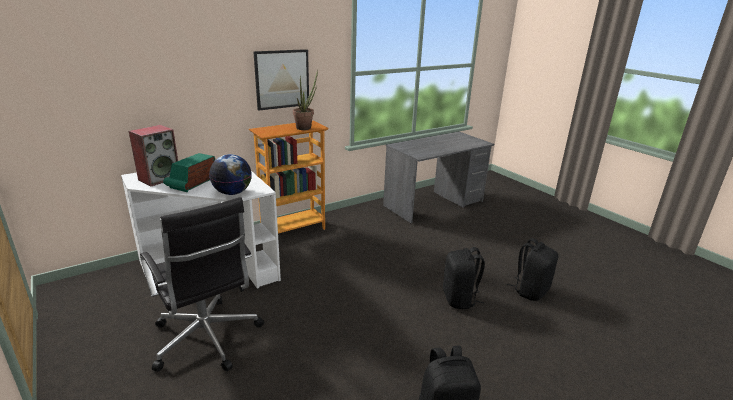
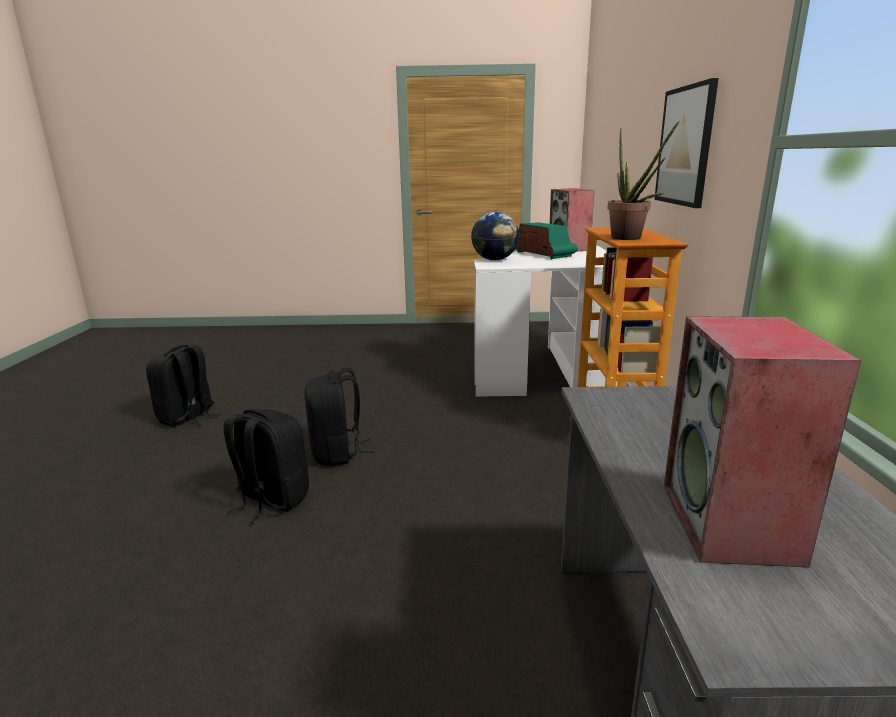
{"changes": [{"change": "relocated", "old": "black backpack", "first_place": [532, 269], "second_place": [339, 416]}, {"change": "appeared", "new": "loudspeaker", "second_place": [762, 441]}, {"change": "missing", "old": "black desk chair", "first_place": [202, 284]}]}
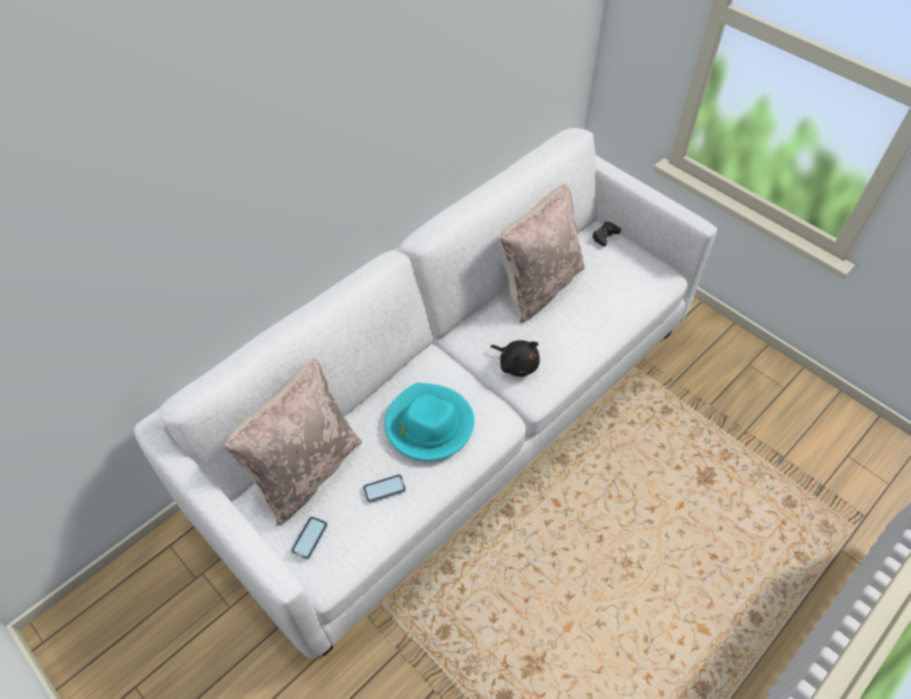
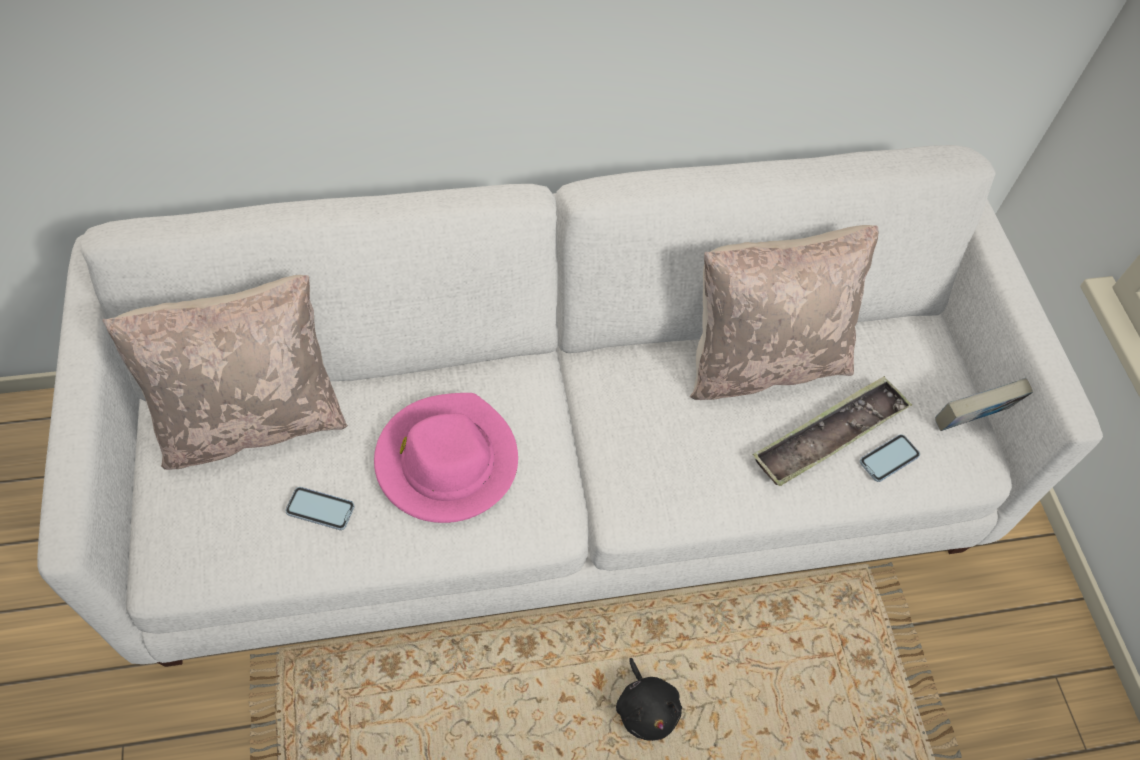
{"changes": [{"change": "colour", "old": "blue-green wearable hat", "new": "pinkish wearable hat", "first_place": [429, 422], "second_place": [446, 458]}, {"change": "relocated", "old": "black plush toy", "first_place": [515, 358], "second_place": [649, 699]}, {"change": "appeared", "new": "carrying tray", "second_place": [832, 431]}, {"change": "relocated", "old": "telephone", "first_place": [309, 538], "second_place": [890, 458]}, {"change": "appeared", "new": "volume", "second_place": [984, 404]}, {"change": "missing", "old": "black joypad", "first_place": [606, 234]}]}
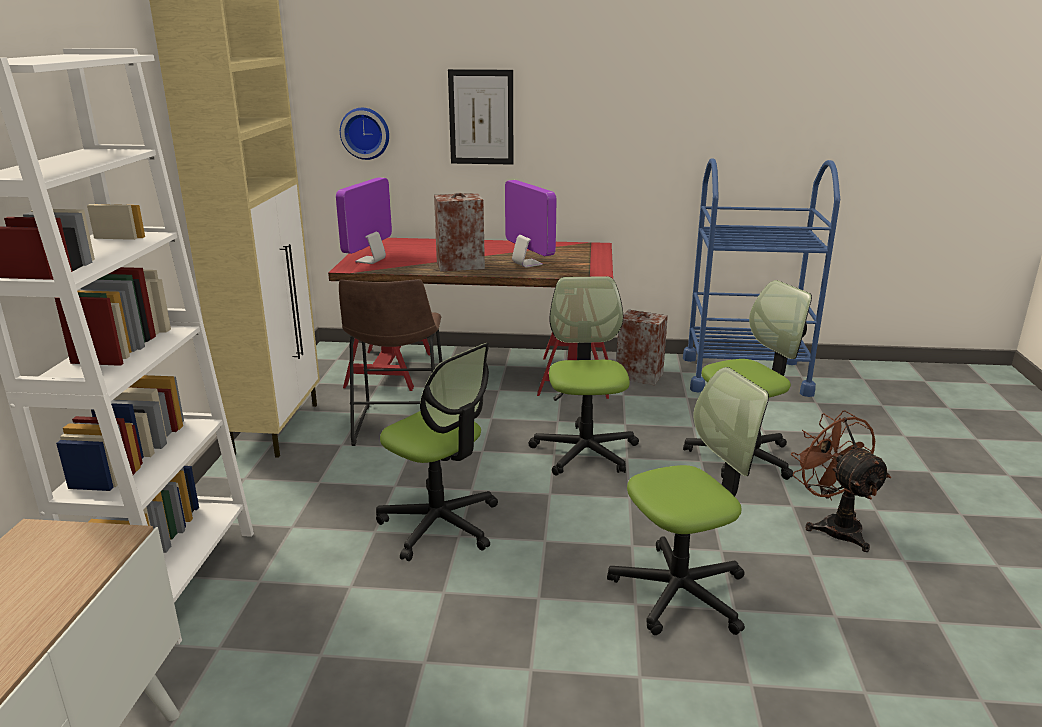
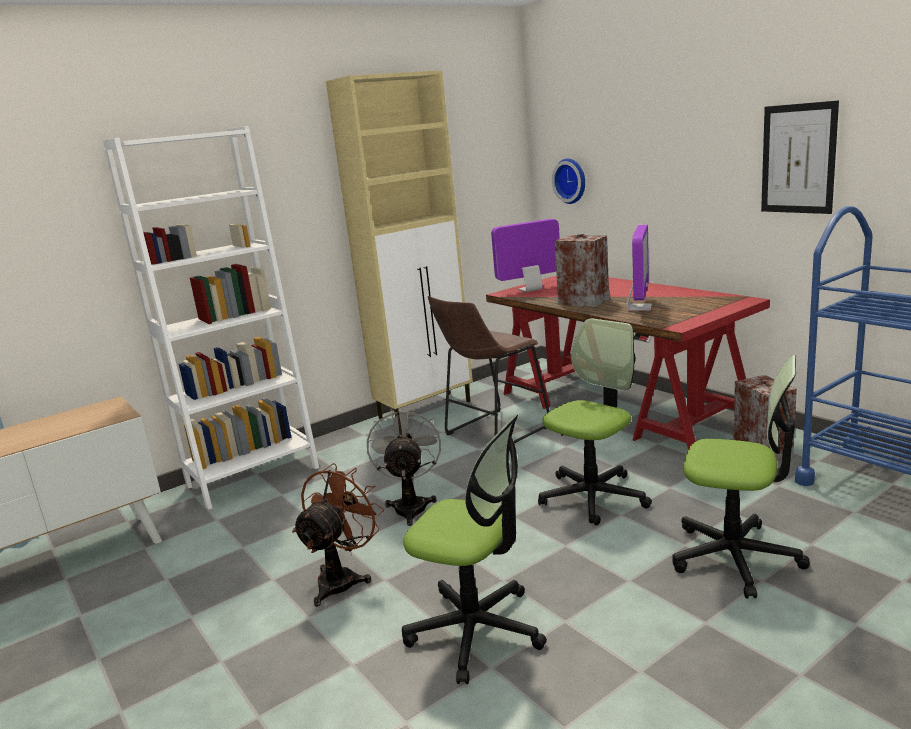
{"changes": [{"change": "relocated", "old": "brownish electric fan", "first_place": [841, 481], "second_place": [338, 534]}, {"change": "exchanged", "old": "desk chair", "new": "grey electric fan", "first_place": [437, 452], "second_place": [404, 466]}, {"change": "relocated", "old": "wall picture", "first_place": [480, 117], "second_place": [800, 157]}]}
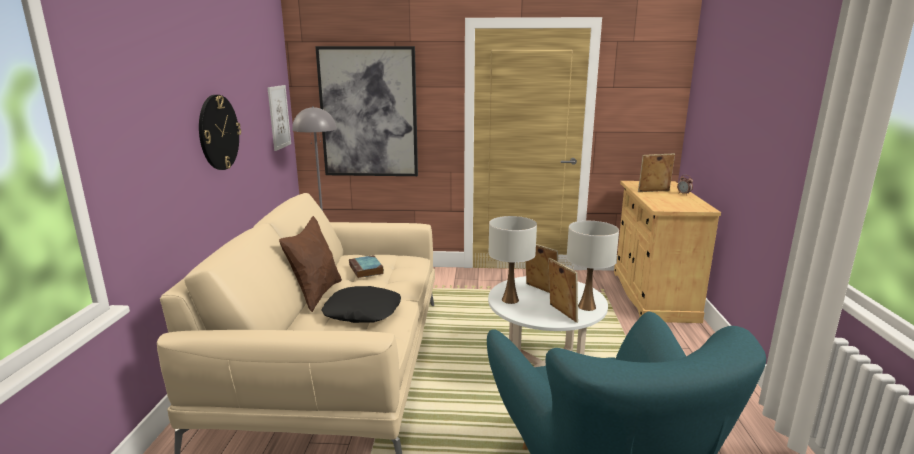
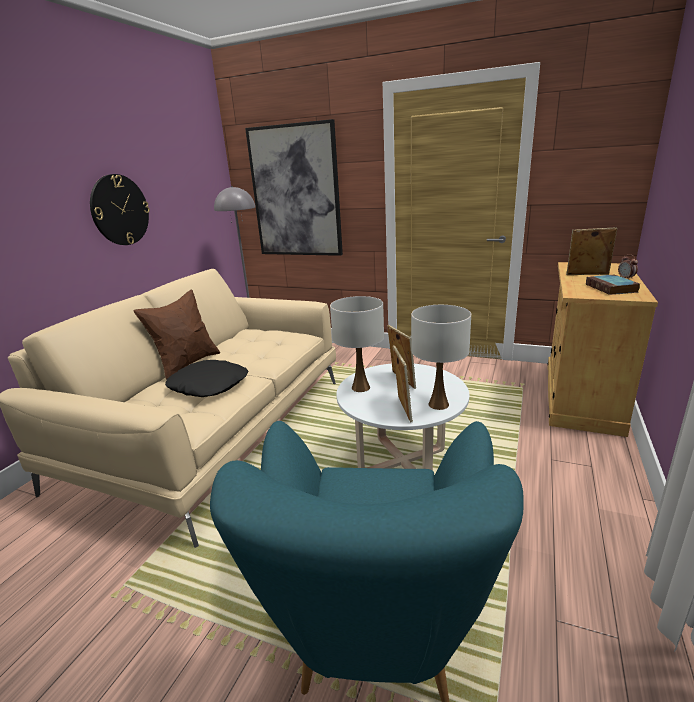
{"changes": [{"change": "relocated", "old": "volume", "first_place": [366, 266], "second_place": [613, 285]}, {"change": "missing", "old": "wall picture", "first_place": [279, 118]}]}
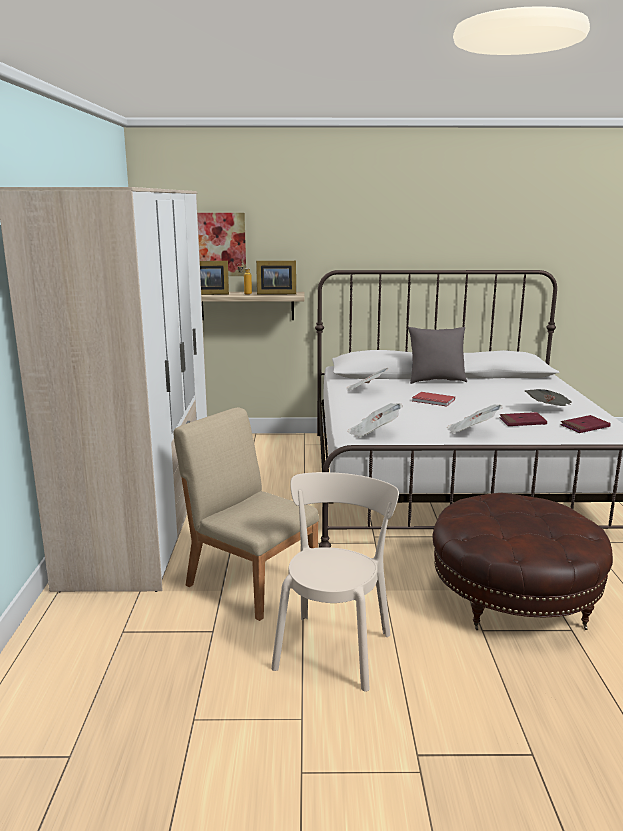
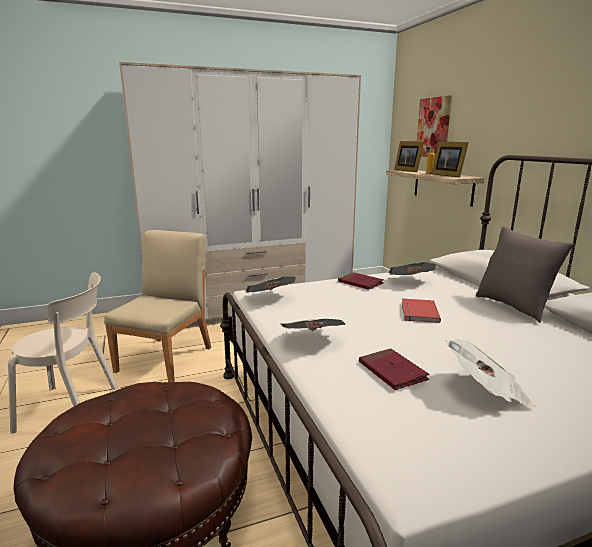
{"changes": [{"change": "relocated", "old": "red volume", "first_place": [585, 424], "second_place": [361, 281]}]}
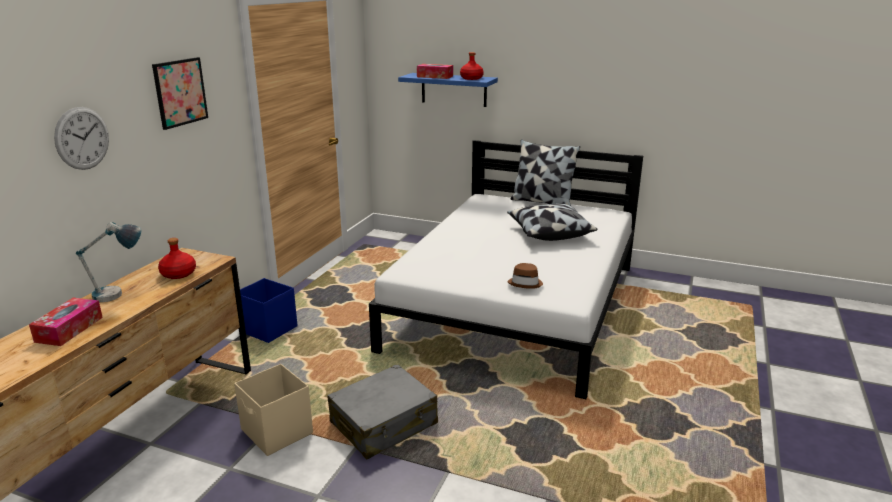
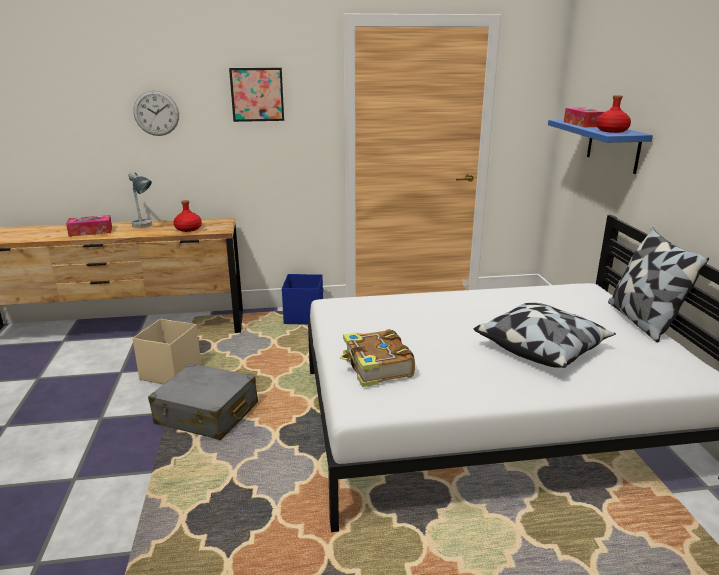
{"changes": [{"change": "exchanged", "old": "brownish wearable hat", "new": "volume", "first_place": [525, 276], "second_place": [377, 358]}]}
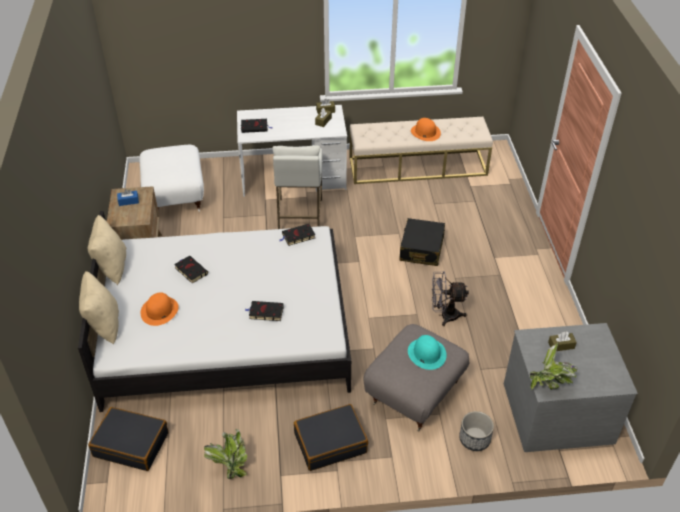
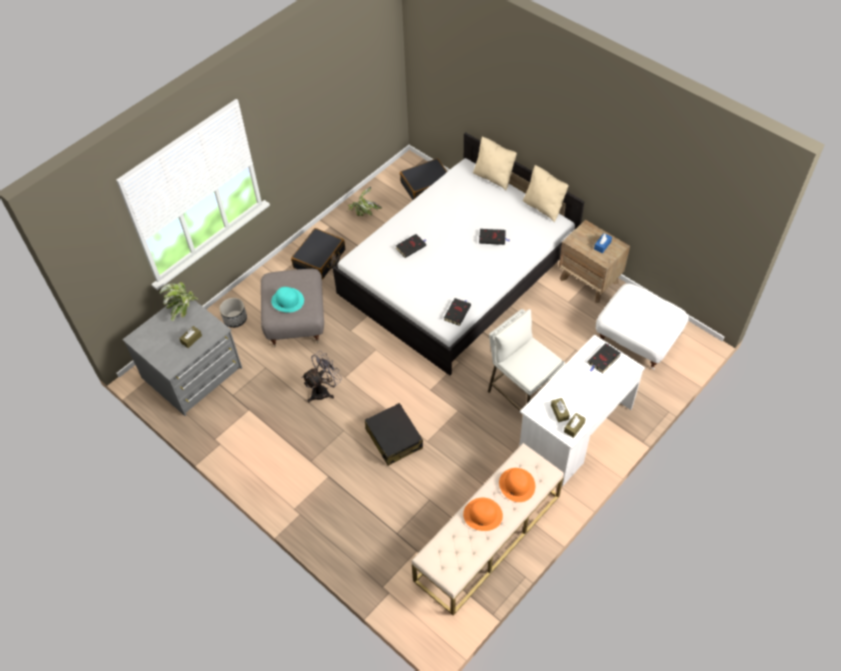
{"changes": [{"change": "relocated", "old": "orange-coloured wearable hat", "first_place": [160, 309], "second_place": [517, 485]}]}
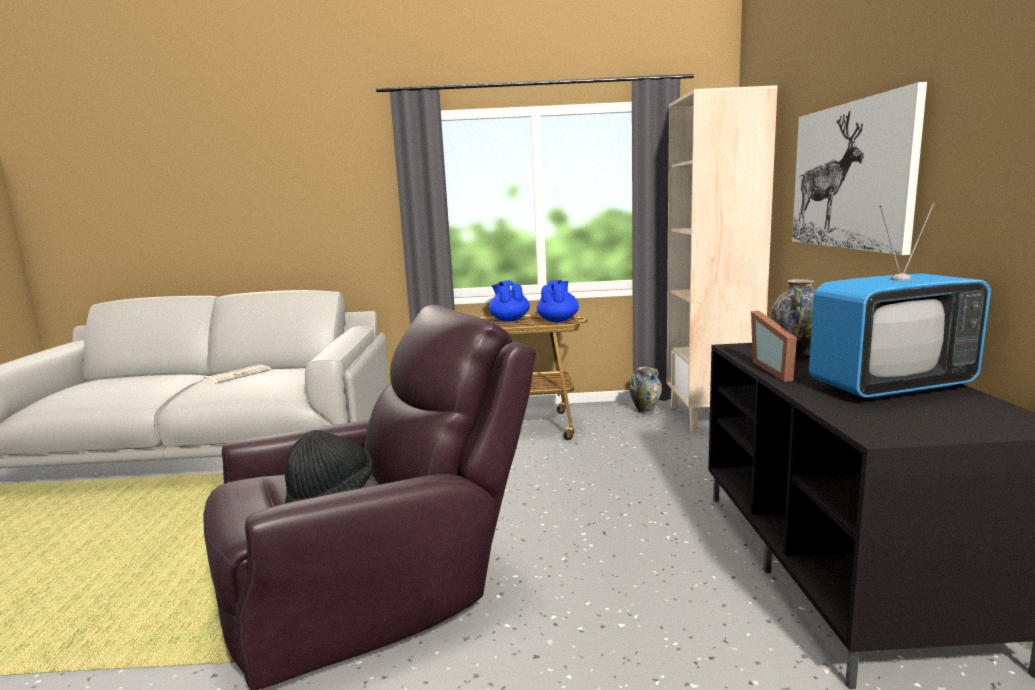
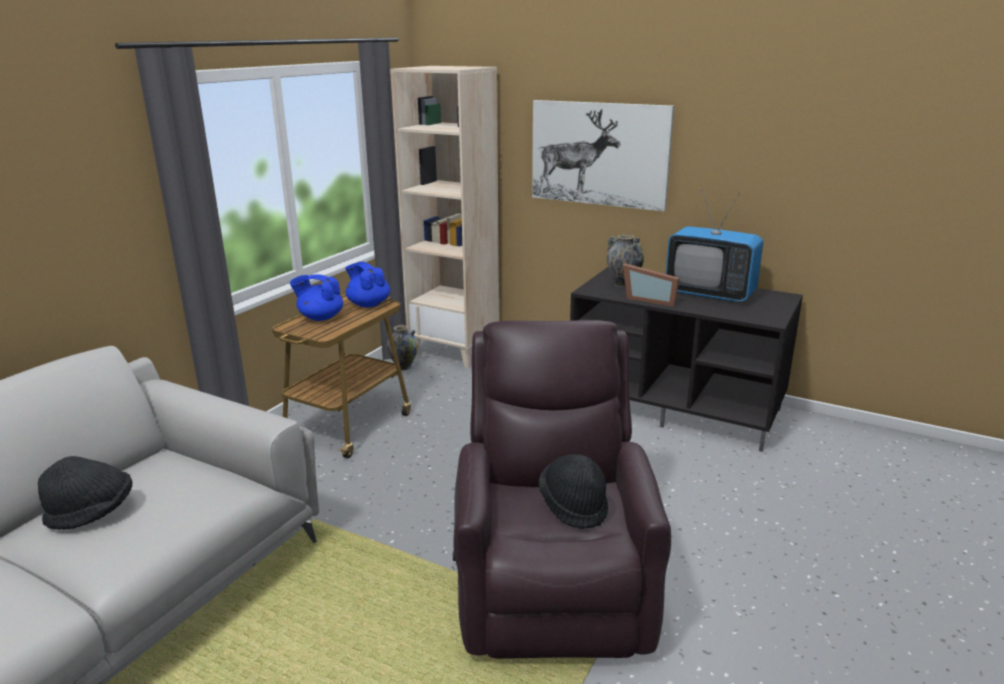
{"changes": [{"change": "exchanged", "old": "daily paper", "new": "black wearable hat", "first_place": [237, 374], "second_place": [85, 493]}, {"change": "spun", "old": "TV", "first_place": [900, 300], "second_place": [714, 246], "degrees": 105}]}
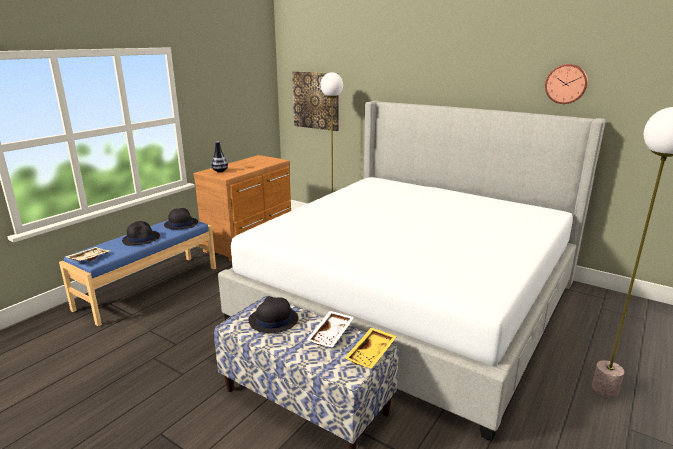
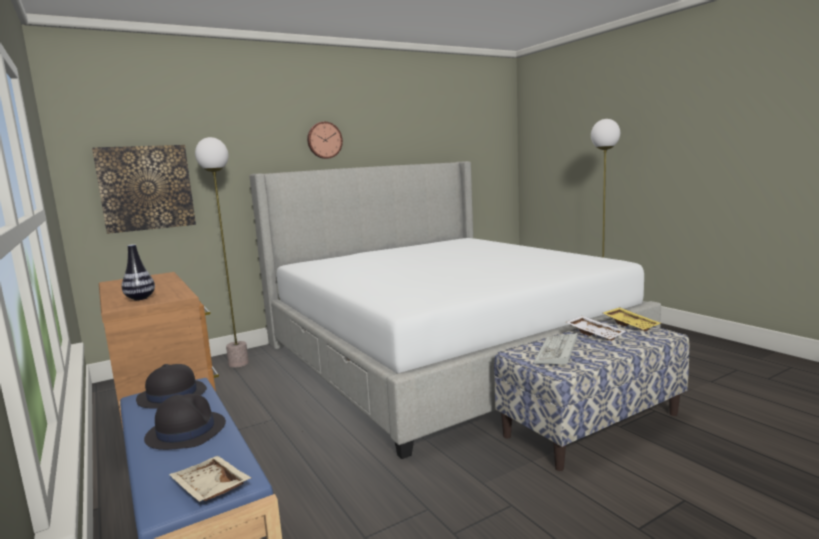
{"changes": [{"change": "relocated", "old": "hanging clock", "first_place": [566, 84], "second_place": [325, 140]}, {"change": "exchanged", "old": "black wearable hat", "new": "PC keyboard", "first_place": [273, 314], "second_place": [556, 349]}]}
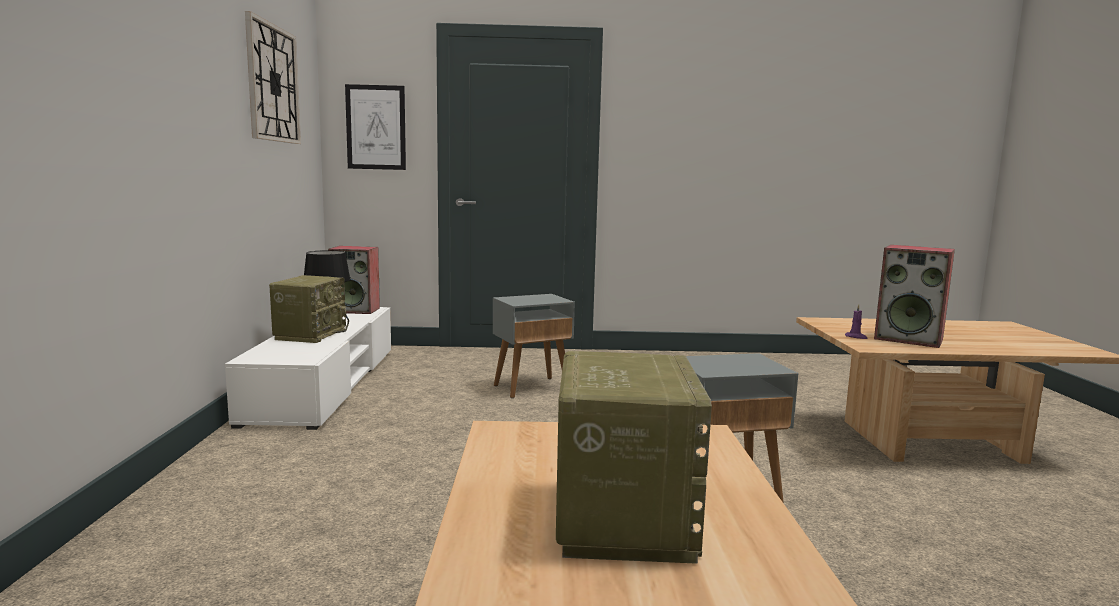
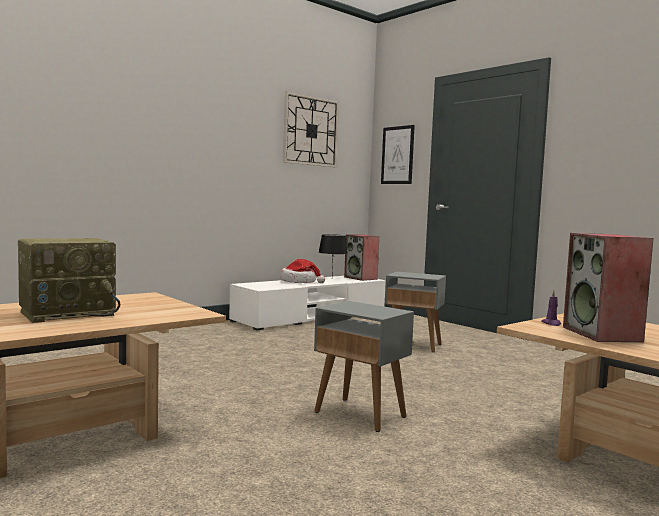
{"changes": [{"change": "exchanged", "old": "radio", "new": "wearable hat", "first_place": [309, 309], "second_place": [302, 271]}]}
